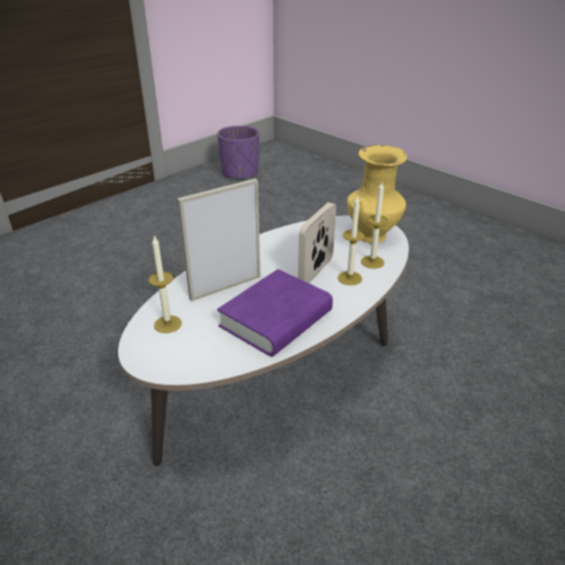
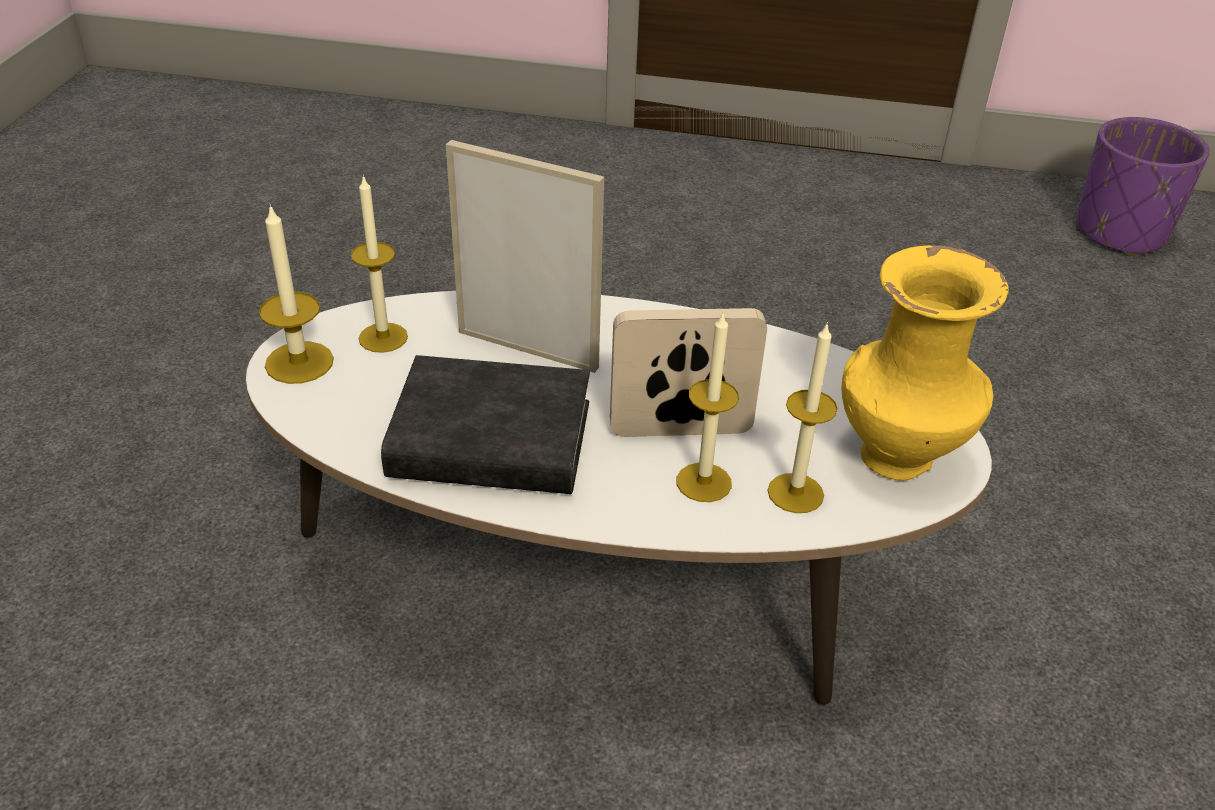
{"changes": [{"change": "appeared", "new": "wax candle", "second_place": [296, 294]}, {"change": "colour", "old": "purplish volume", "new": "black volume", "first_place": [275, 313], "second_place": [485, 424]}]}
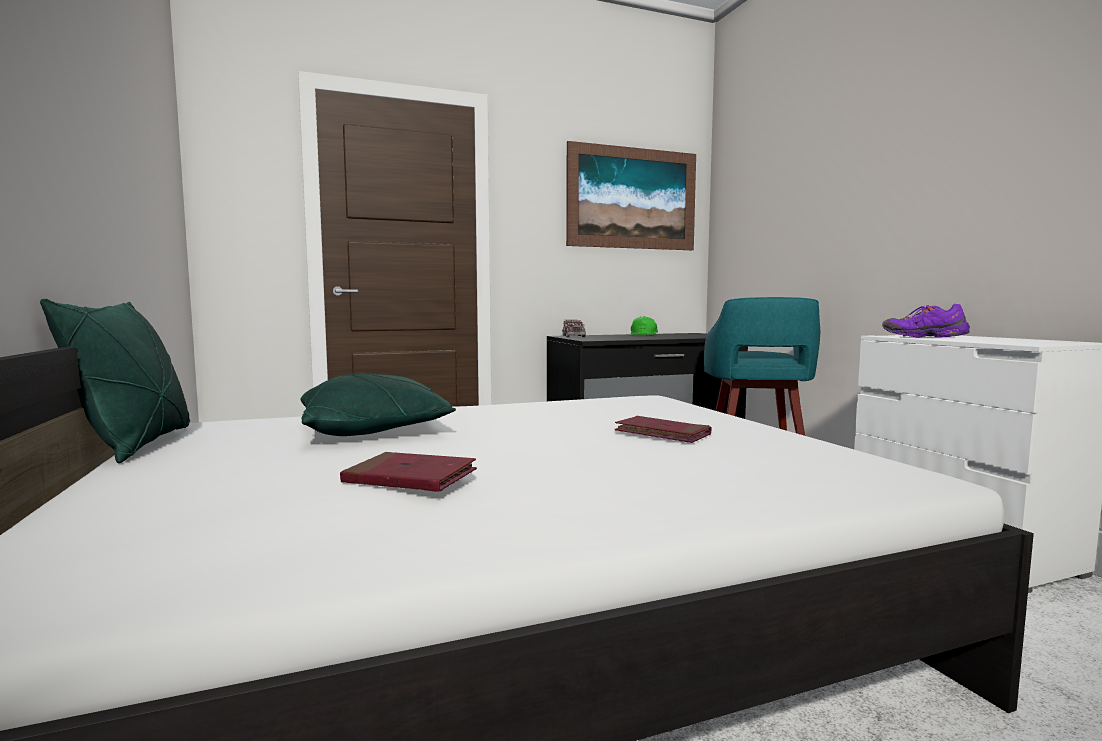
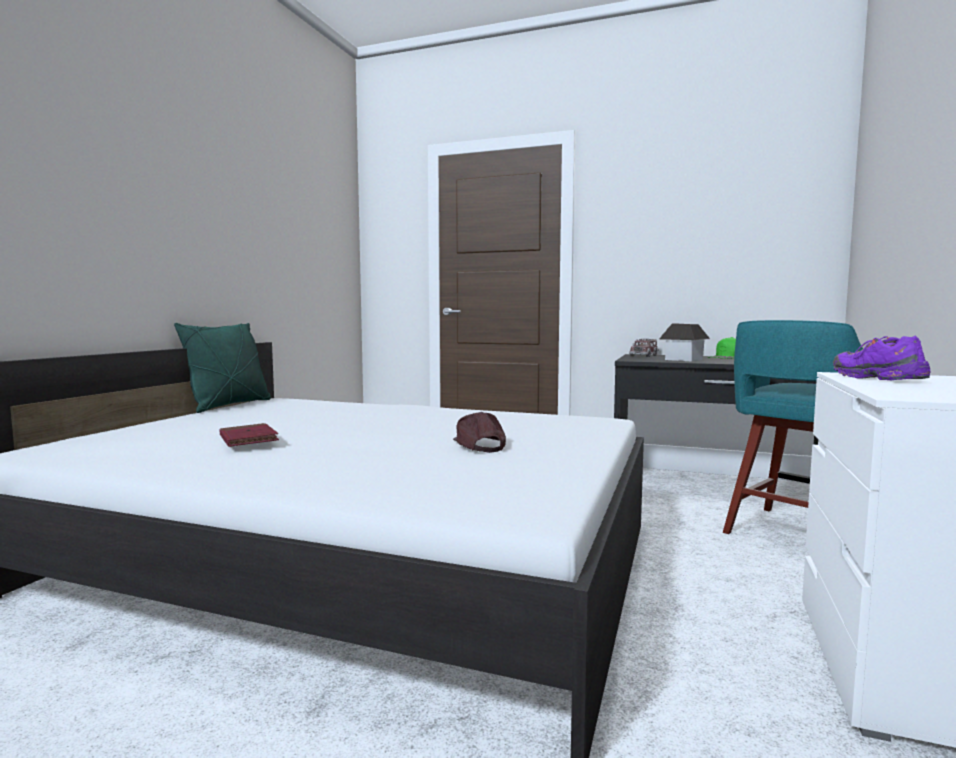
{"changes": [{"change": "exchanged", "old": "red volume", "new": "brownish peaked cap", "first_place": [663, 429], "second_place": [479, 432]}, {"change": "appeared", "new": "toy house", "second_place": [684, 342]}, {"change": "missing", "old": "green-coloured pillow", "first_place": [378, 405]}, {"change": "missing", "old": "wall picture", "first_place": [631, 195]}]}
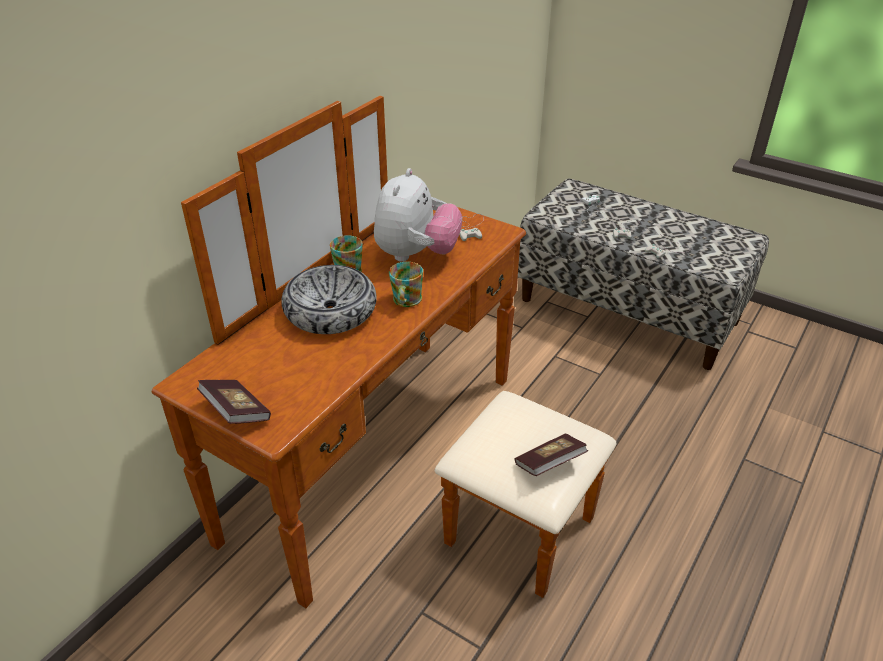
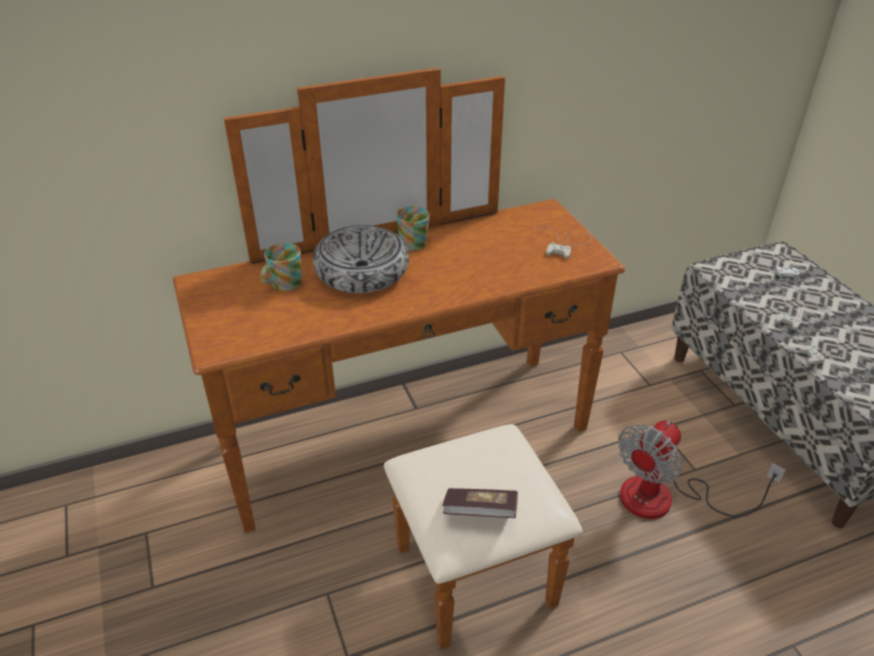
{"changes": [{"change": "relocated", "old": "mug", "first_place": [406, 284], "second_place": [281, 267]}, {"change": "appeared", "new": "electric fan", "second_place": [702, 470]}, {"change": "missing", "old": "volume", "first_place": [234, 402]}, {"change": "missing", "old": "plush toy", "first_place": [418, 215]}]}
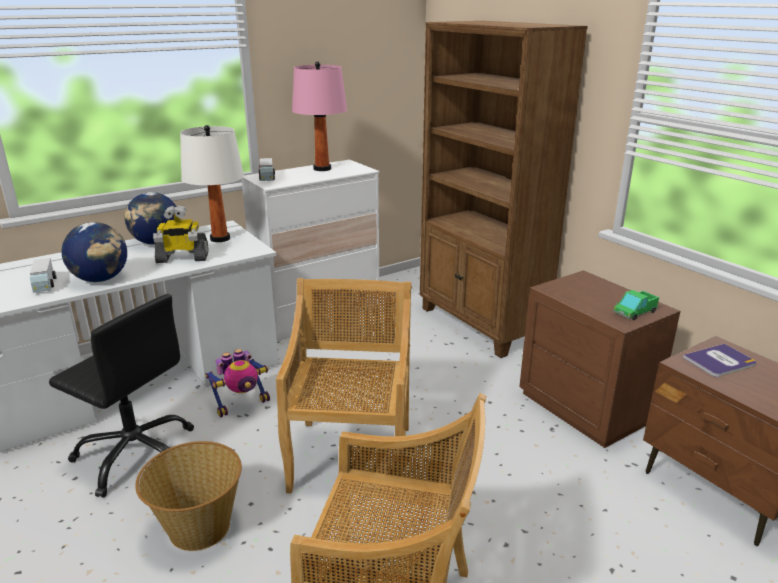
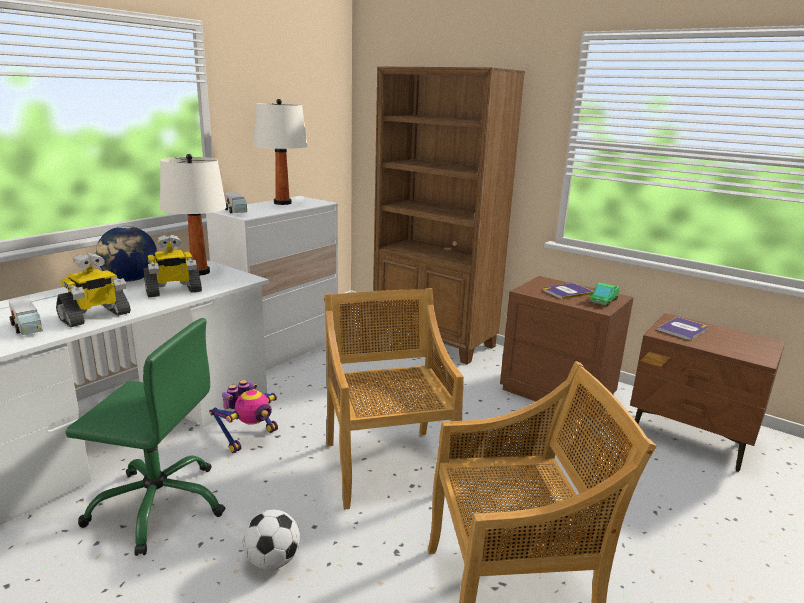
{"changes": [{"change": "exchanged", "old": "globe", "new": "model robot", "first_place": [94, 252], "second_place": [93, 290]}, {"change": "colour", "old": "black desk chair", "new": "green-coloured desk chair", "first_place": [121, 396], "second_place": [145, 437]}, {"change": "exchanged", "old": "basket", "new": "ball for football", "first_place": [188, 496], "second_place": [271, 540]}, {"change": "colour", "old": "pinkish tabletop lamp", "new": "white-coloured tabletop lamp", "first_place": [319, 116], "second_place": [280, 152]}, {"change": "appeared", "new": "volume", "second_place": [568, 291]}]}
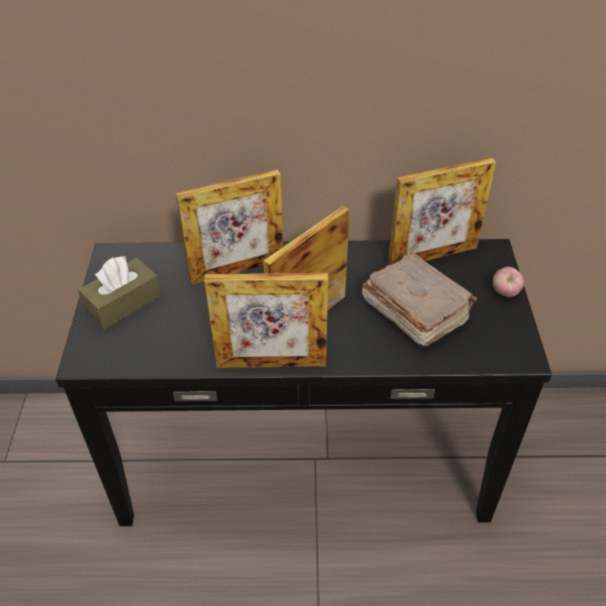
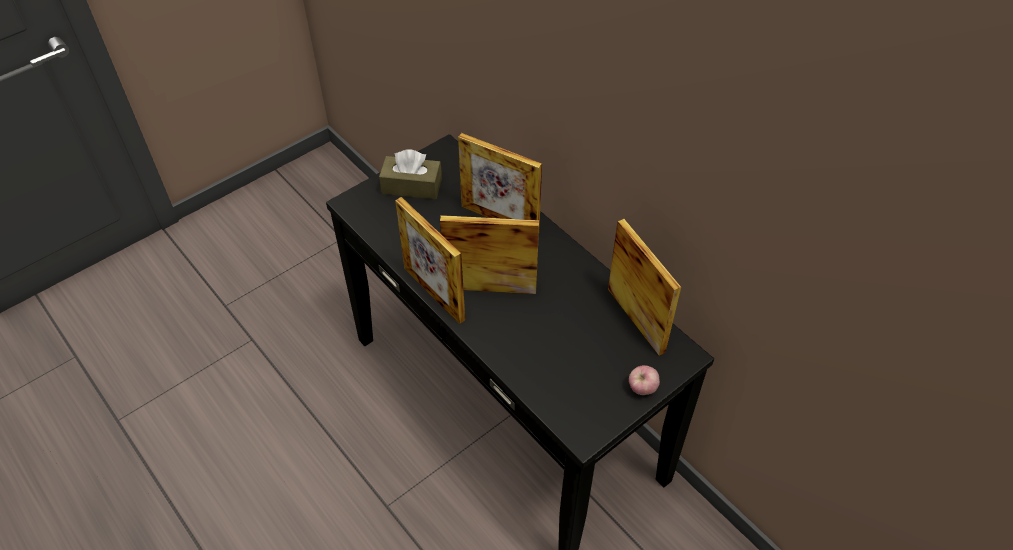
{"changes": [{"change": "spun", "old": "photo frame", "first_place": [442, 211], "second_place": [644, 287], "degrees": -150}, {"change": "missing", "old": "brownish volume", "first_place": [419, 299]}]}
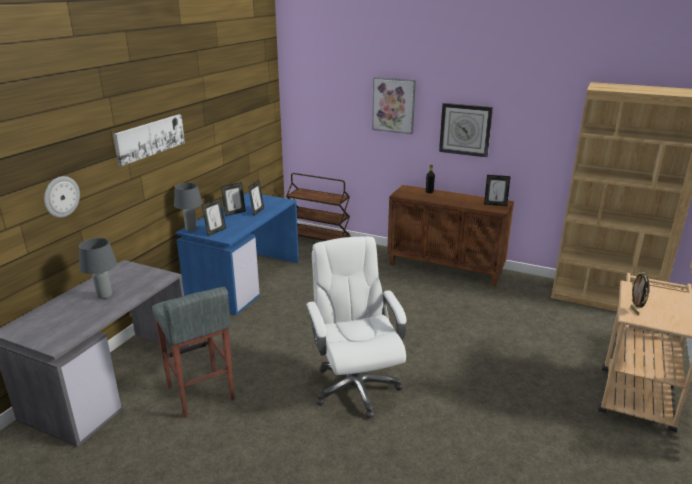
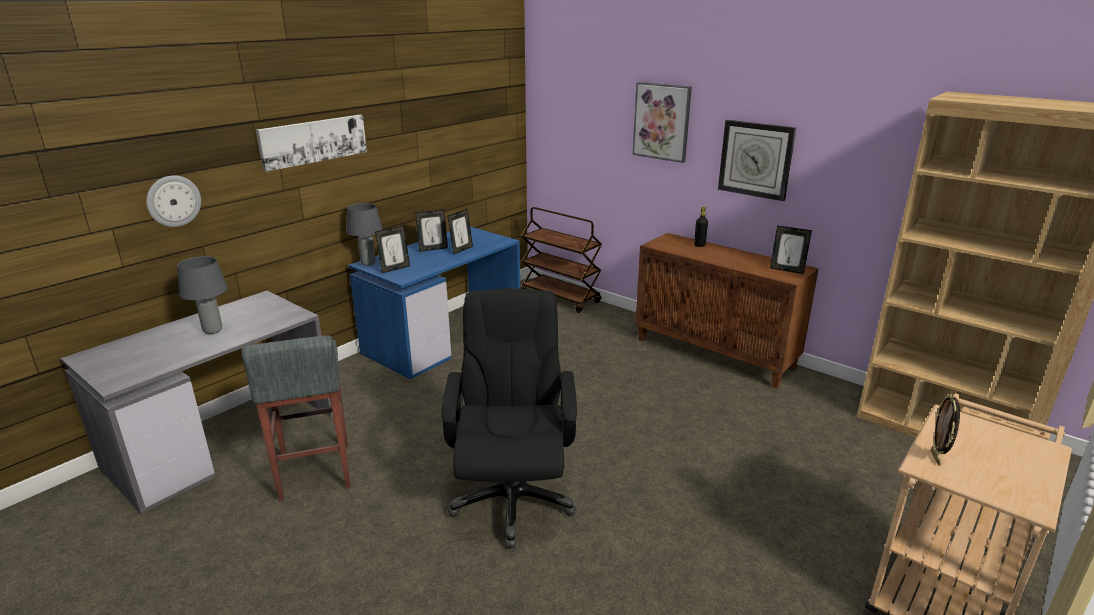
{"changes": [{"change": "colour", "old": "white-coloured desk chair", "new": "black desk chair", "first_place": [356, 327], "second_place": [509, 418]}]}
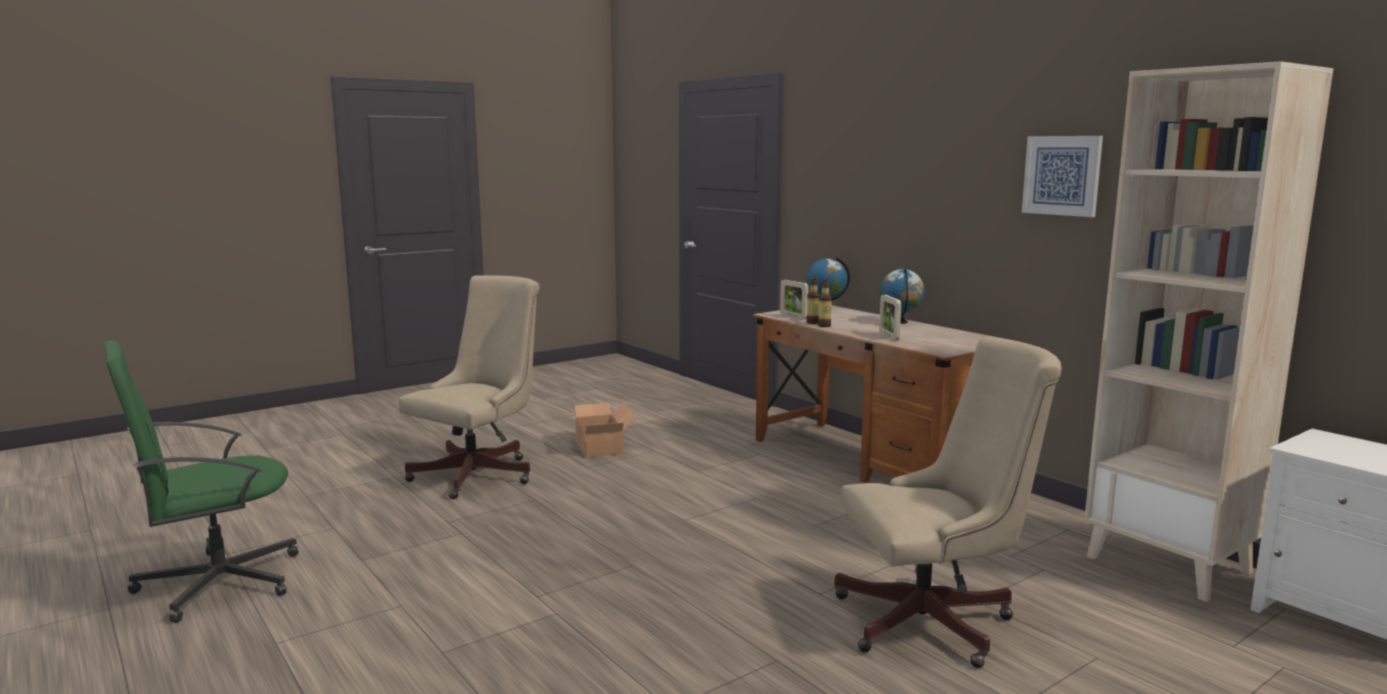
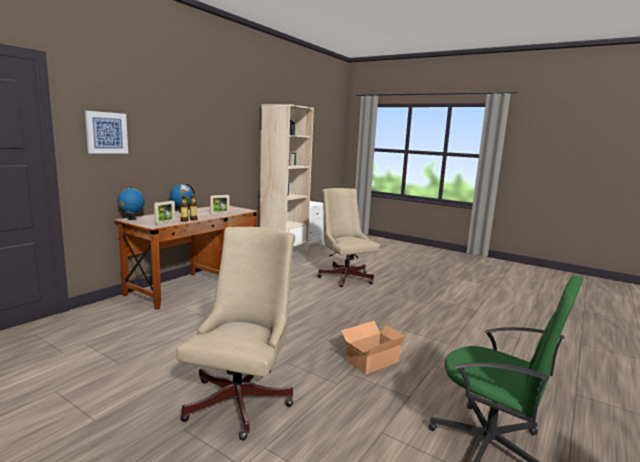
{"changes": [{"change": "relocated", "old": "wall picture", "first_place": [1062, 176], "second_place": [106, 132]}, {"change": "spun", "old": "sand-coloured desk chair", "first_place": [469, 387], "second_place": [235, 333], "degrees": 90}, {"change": "relocated", "old": "carton", "first_place": [603, 429], "second_place": [373, 347]}]}
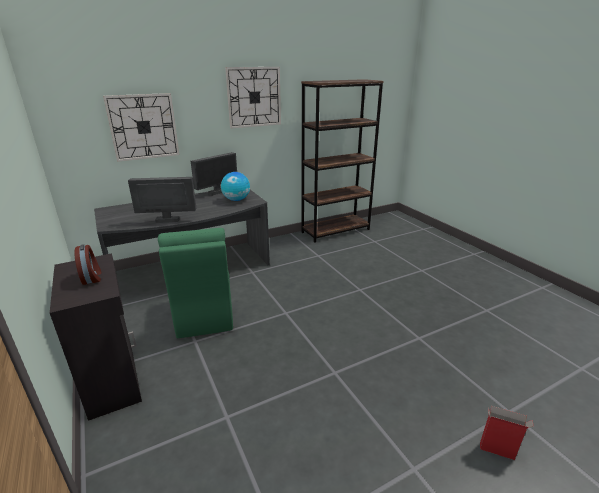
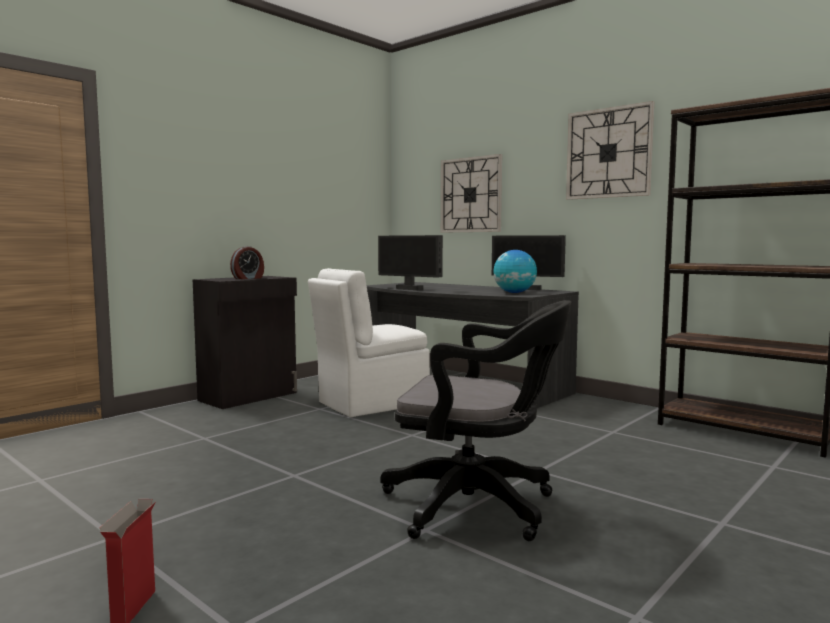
{"changes": [{"change": "colour", "old": "green-coloured plain chair", "new": "white-coloured plain chair", "first_place": [195, 283], "second_place": [369, 342]}, {"change": "spun", "old": "monitor", "first_place": [162, 200], "second_place": [410, 262], "degrees": 150}, {"change": "appeared", "new": "black desk chair", "second_place": [475, 420]}]}
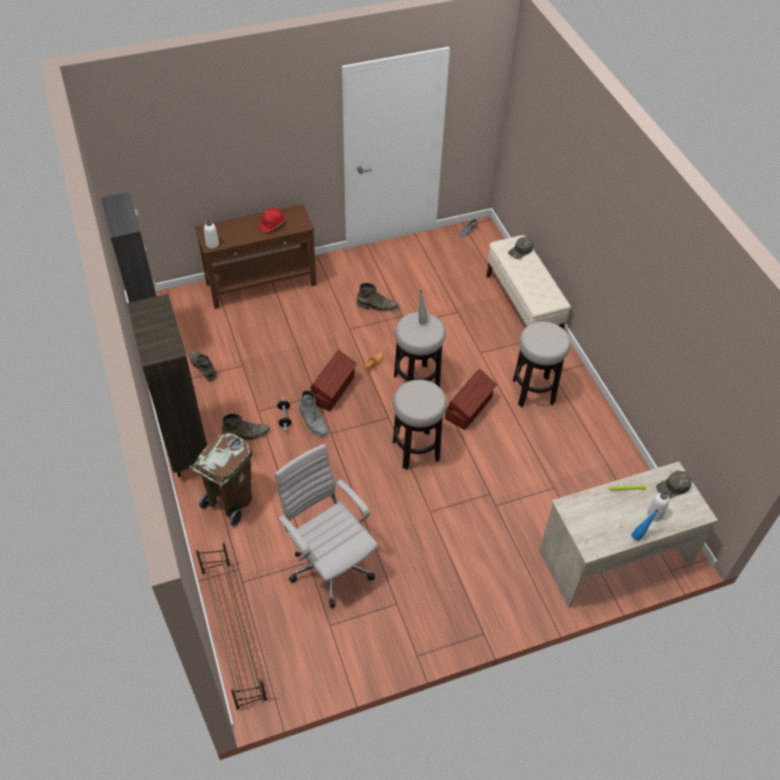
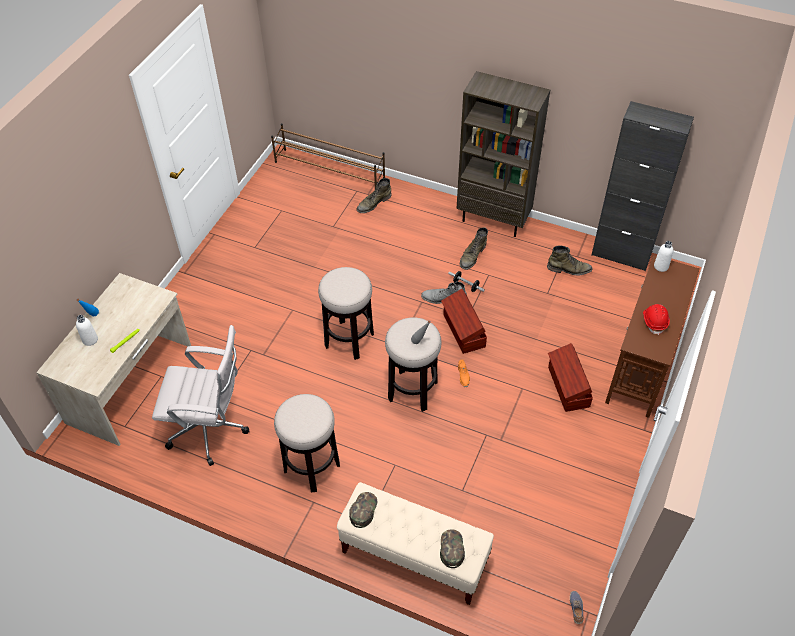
{"changes": [{"change": "relocated", "old": "white-coloured desk chair", "first_place": [326, 526], "second_place": [200, 395]}, {"change": "relocated", "old": "green-coloured peaked cap", "first_place": [674, 485], "second_place": [363, 510]}, {"change": "relocated", "old": "green-coloured tall boot", "first_place": [378, 297], "second_place": [373, 195]}, {"change": "relocated", "old": "brownish storage container", "first_place": [471, 399], "second_place": [570, 377]}, {"change": "missing", "old": "brownish waste bin", "first_place": [220, 480]}]}
